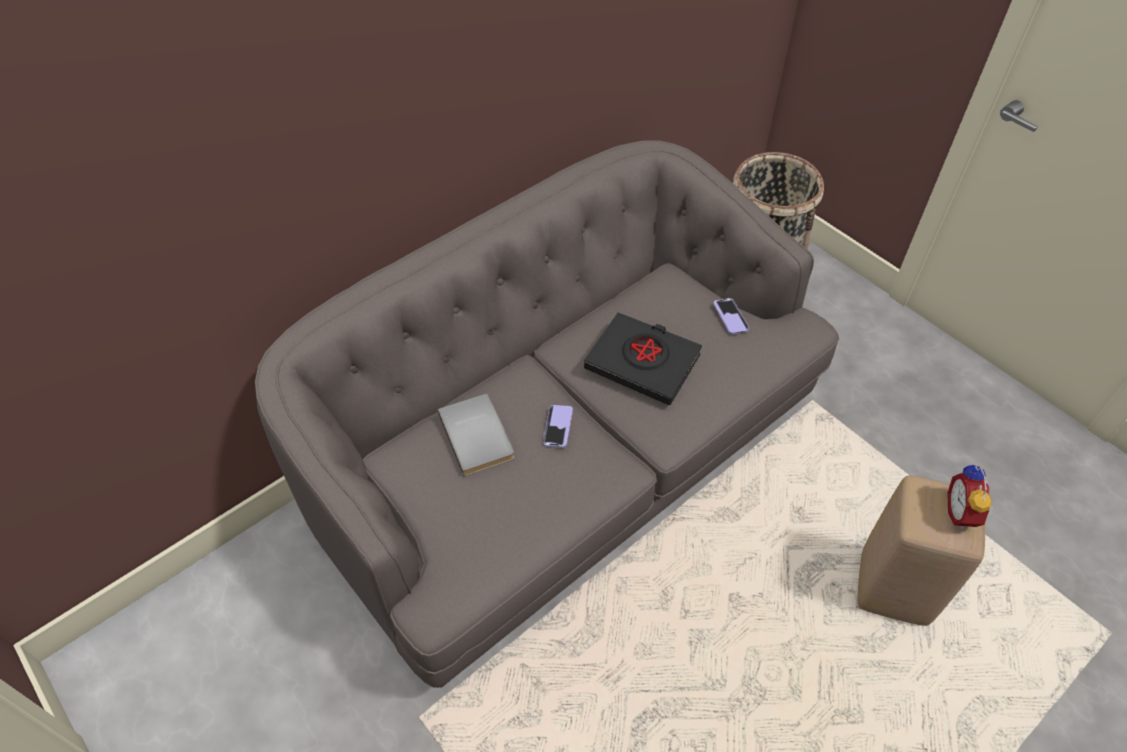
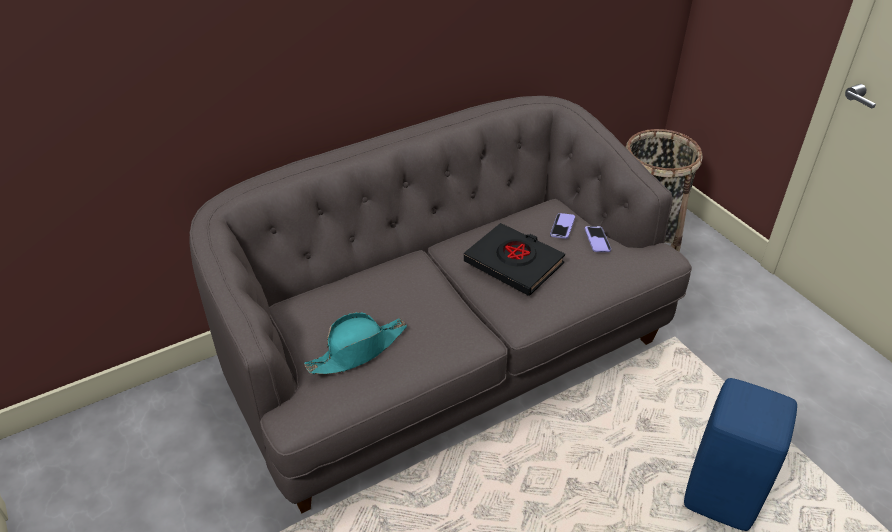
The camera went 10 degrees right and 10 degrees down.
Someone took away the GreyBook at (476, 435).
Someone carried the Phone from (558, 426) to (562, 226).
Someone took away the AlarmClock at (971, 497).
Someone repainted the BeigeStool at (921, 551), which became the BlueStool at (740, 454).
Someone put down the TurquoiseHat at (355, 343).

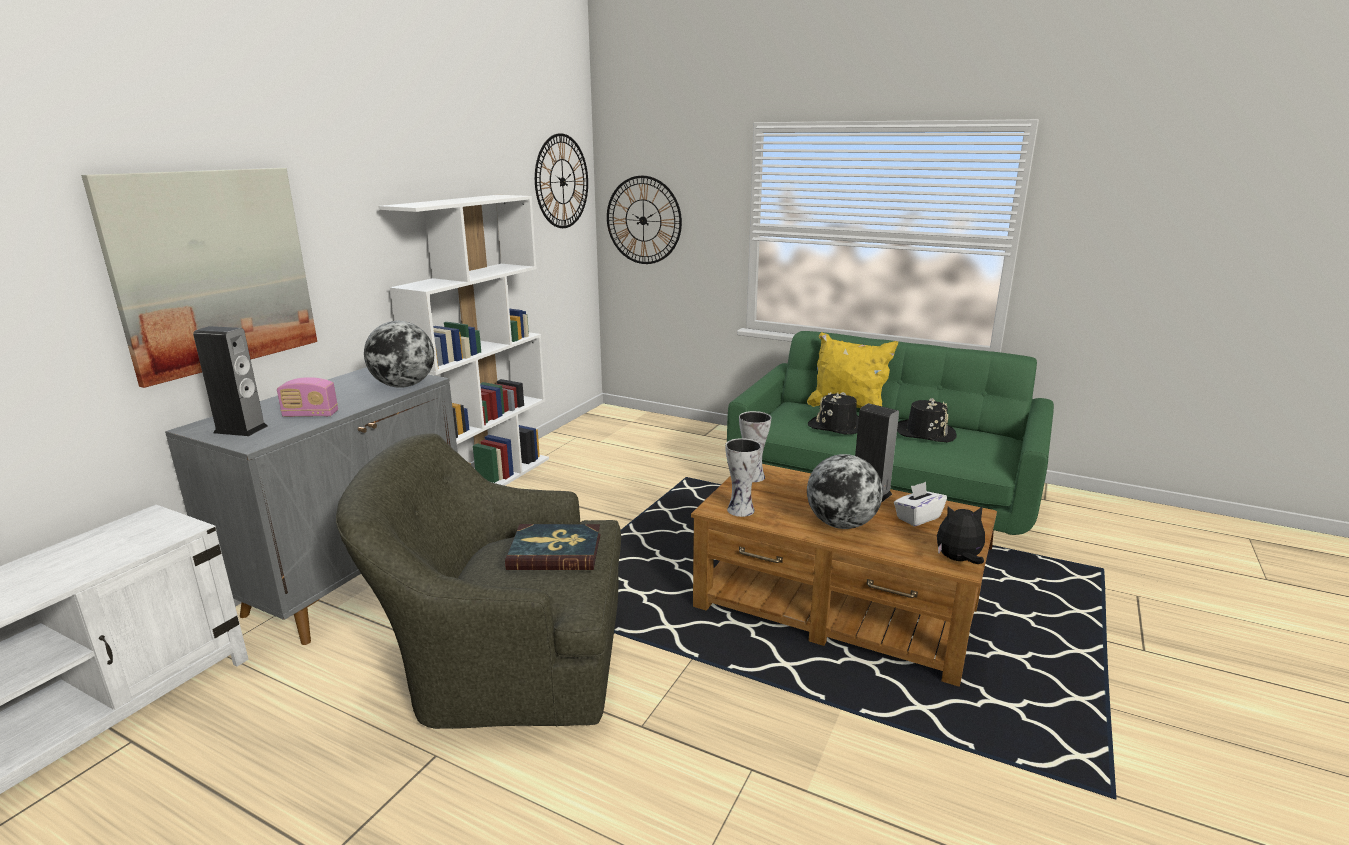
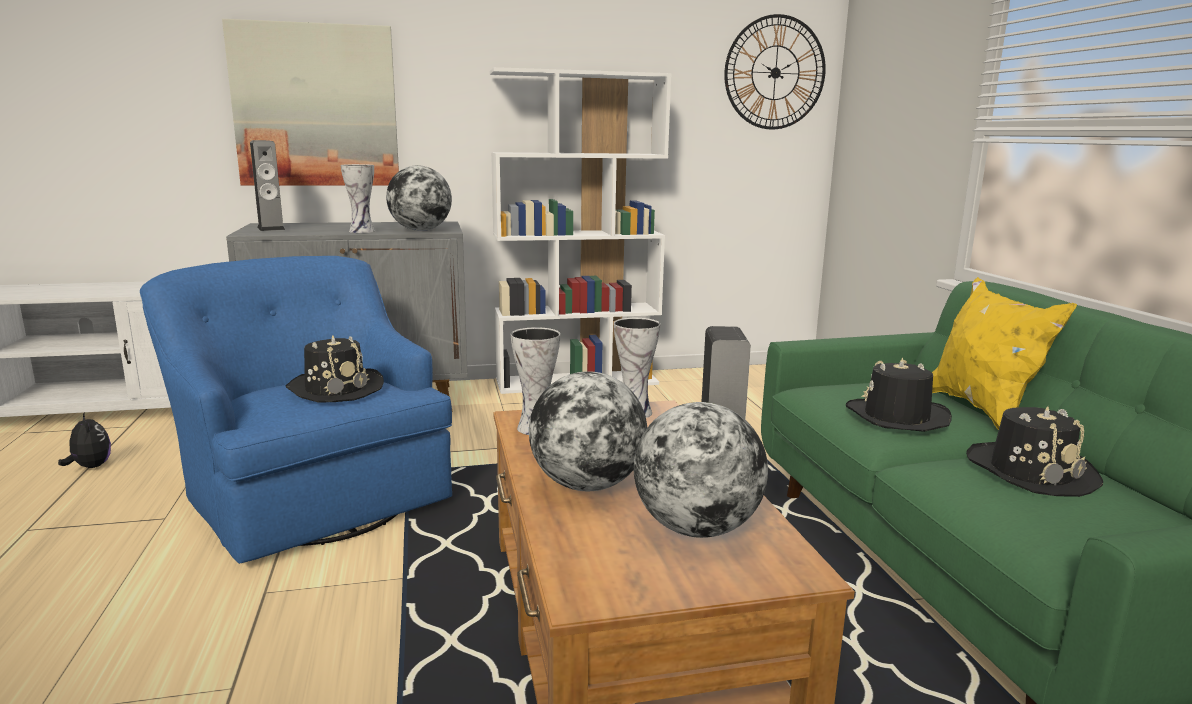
The camera went 50 degrees right and 5 degrees down.
Someone took away the WallClock at (644, 220).
Someone took away the Radio at (307, 397).
Someone repainted the GreenArmchair at (478, 581), which became the BlueArmchair at (296, 410).
Someone swapped the WhiteTissueBox at (920, 504) for the Globe at (701, 470).
Someone carried the PlushToy from (961, 535) to (84, 441).
Someone swapped the Book at (552, 547) for the BlackHat at (335, 368).
Someone put down the Vase at (358, 198).

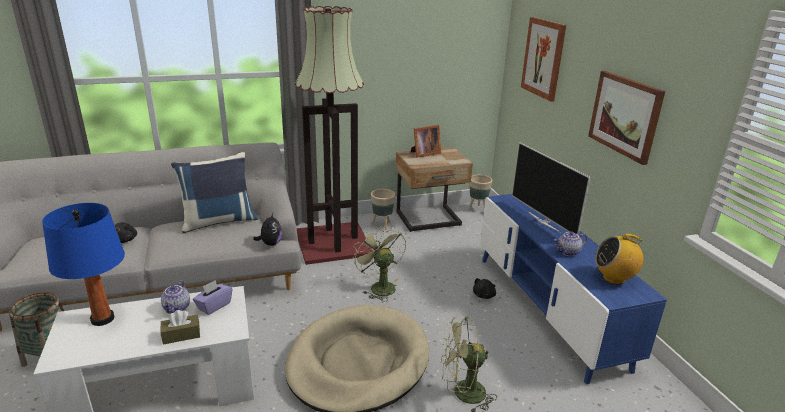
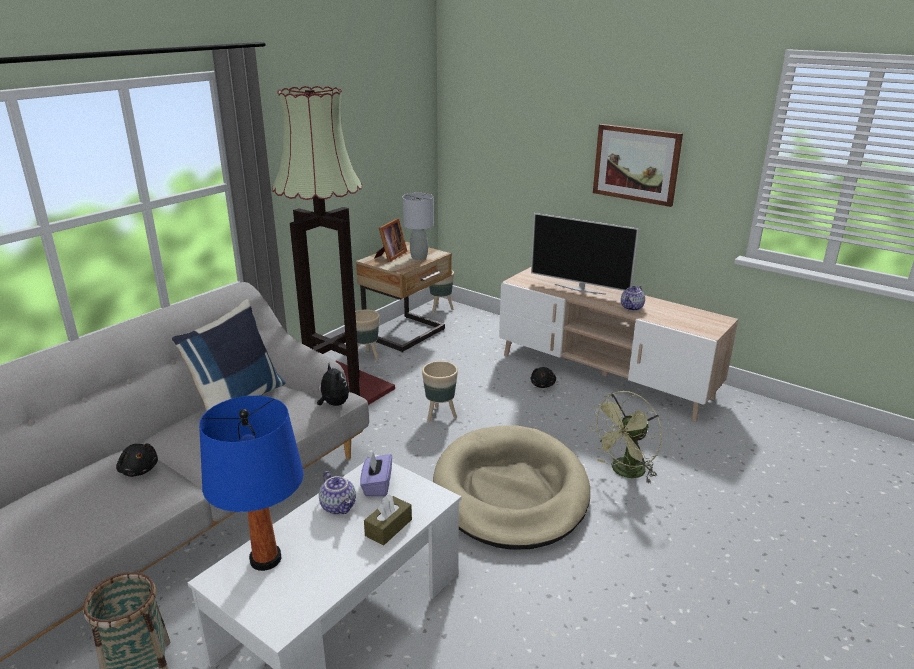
The camera went 35 degrees left and 0 degrees up.
Someone took away the Picture at (543, 59).
Someone repainted the BlueTvStand at (573, 289), which became the BeigeTvStand at (618, 344).
Someone swapped the GreenFan at (379, 263) for the BeigePlanter at (440, 391).
Someone took away the Radio at (619, 259).
Someone put down the GreyTableLamp at (418, 226).

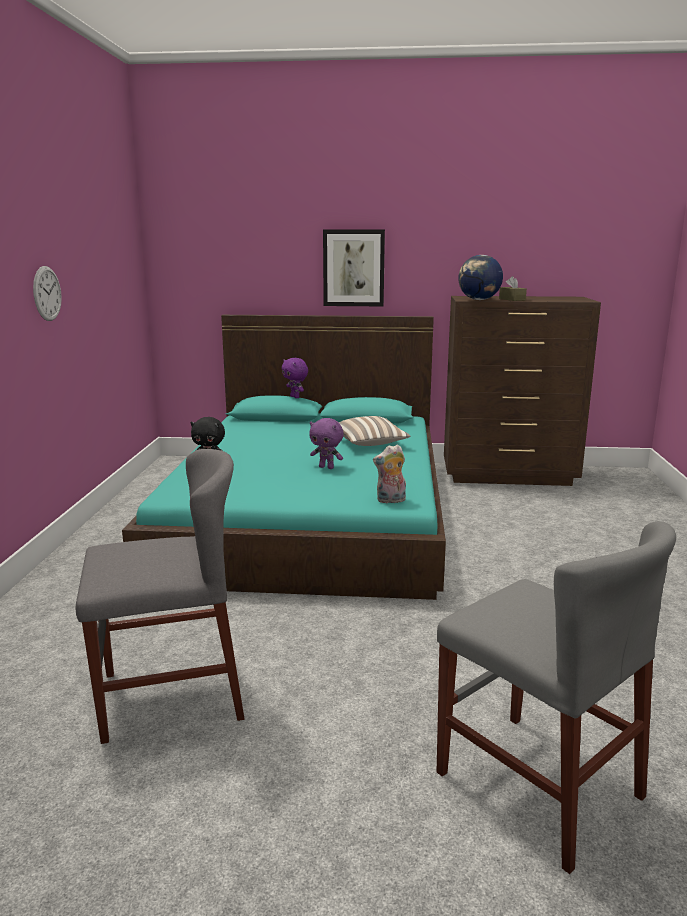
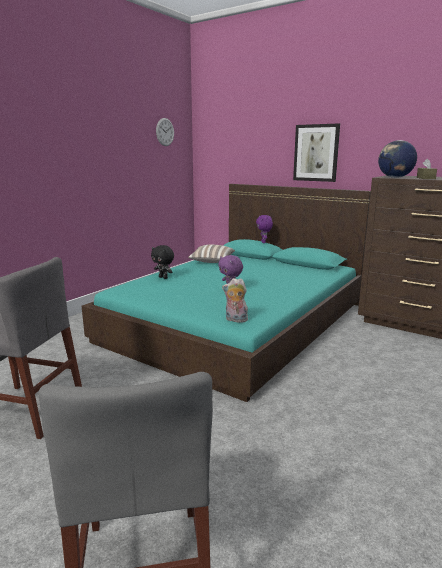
The camera went 30 degrees right and 0 degrees up.
Someone carried the WallClock from (47, 293) to (165, 132).
Someone carried the Pillow from (375, 431) to (211, 254).

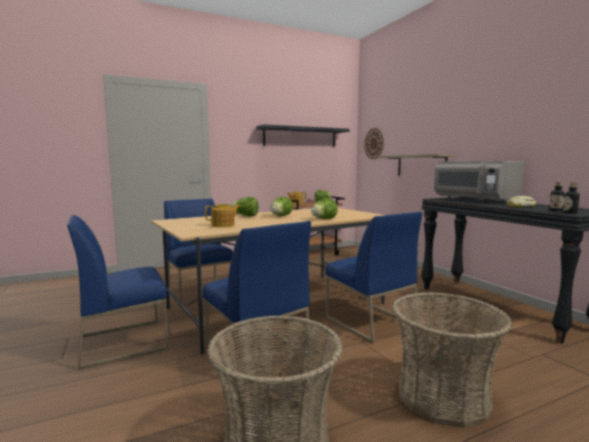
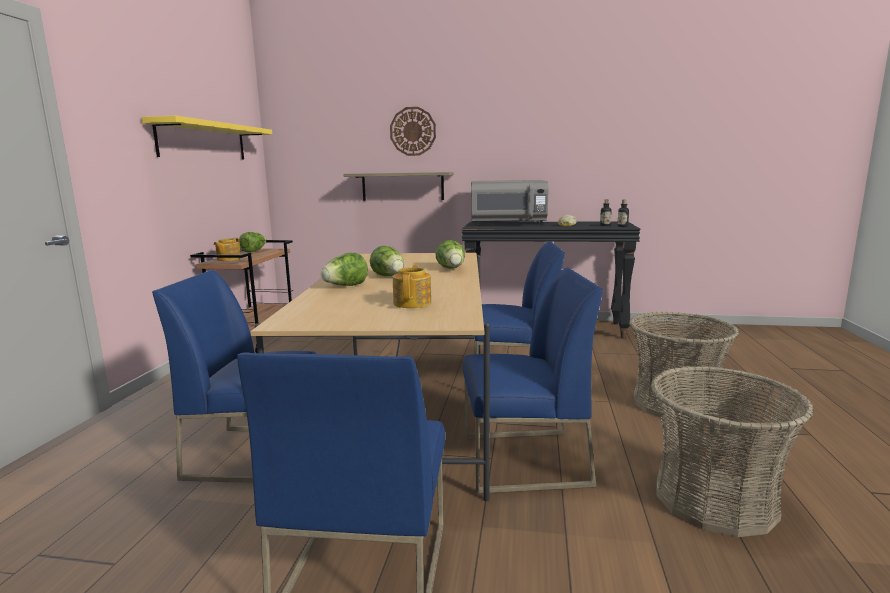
The camera went 55 degrees left and 5 degrees up.
Someone repainted the BlackShelf at (303, 136), which became the YellowShelf at (207, 137).
Someone carried the WallClock from (374, 143) to (413, 131).

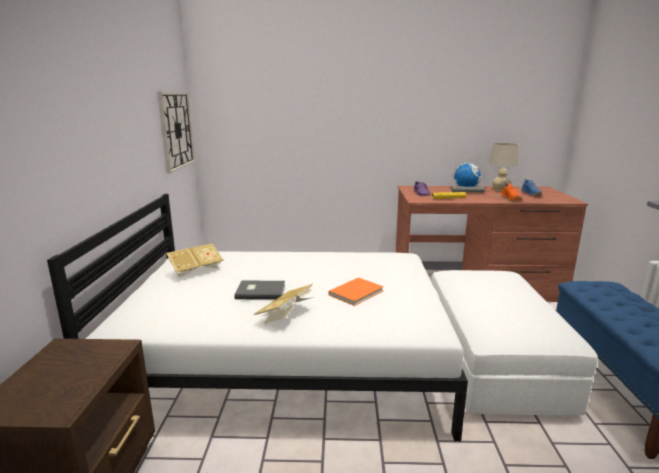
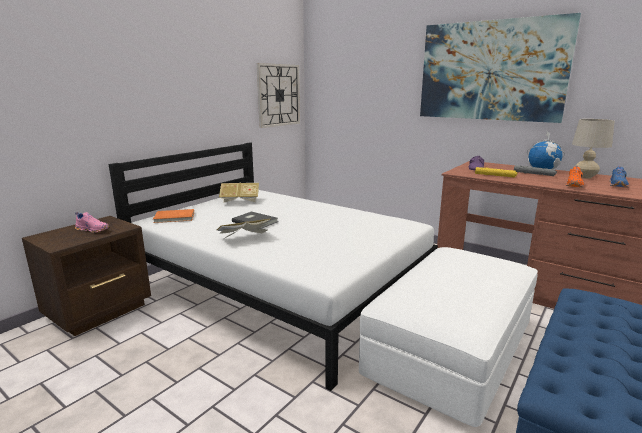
The camera went 35 degrees right and 0 degrees up.
Someone carried the OrangeBook from (356, 291) to (173, 216).
Someone put up the Picture at (500, 68).
Someone put down the PinkShoe at (92, 222).

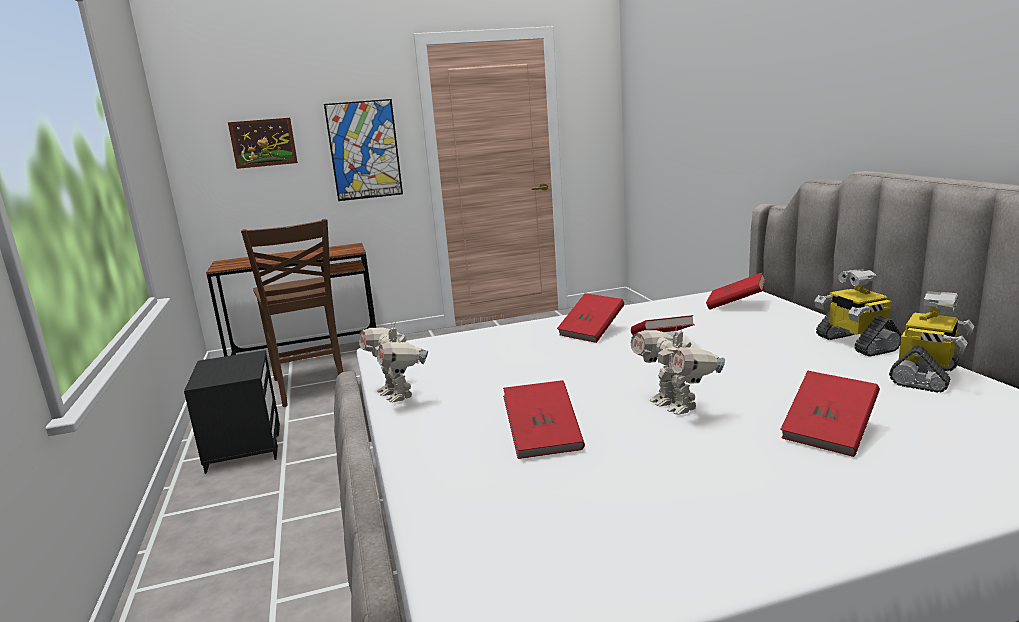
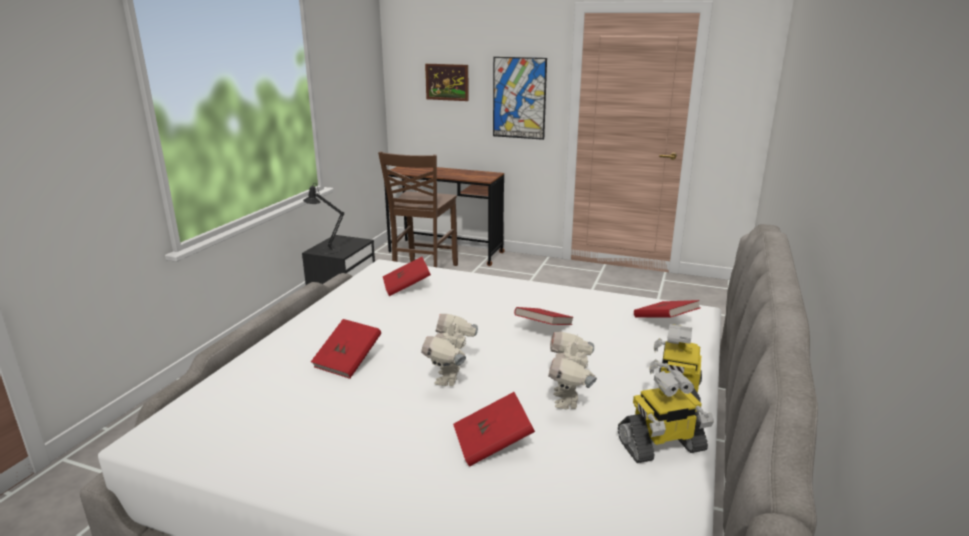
The camera went 35 degrees right and 5 degrees up.
Someone carried the RedBook from (590, 318) to (407, 276).
Someone carried the ToyRobot from (393, 361) to (572, 370).
Someone put down the BlackTableLamp at (323, 219).

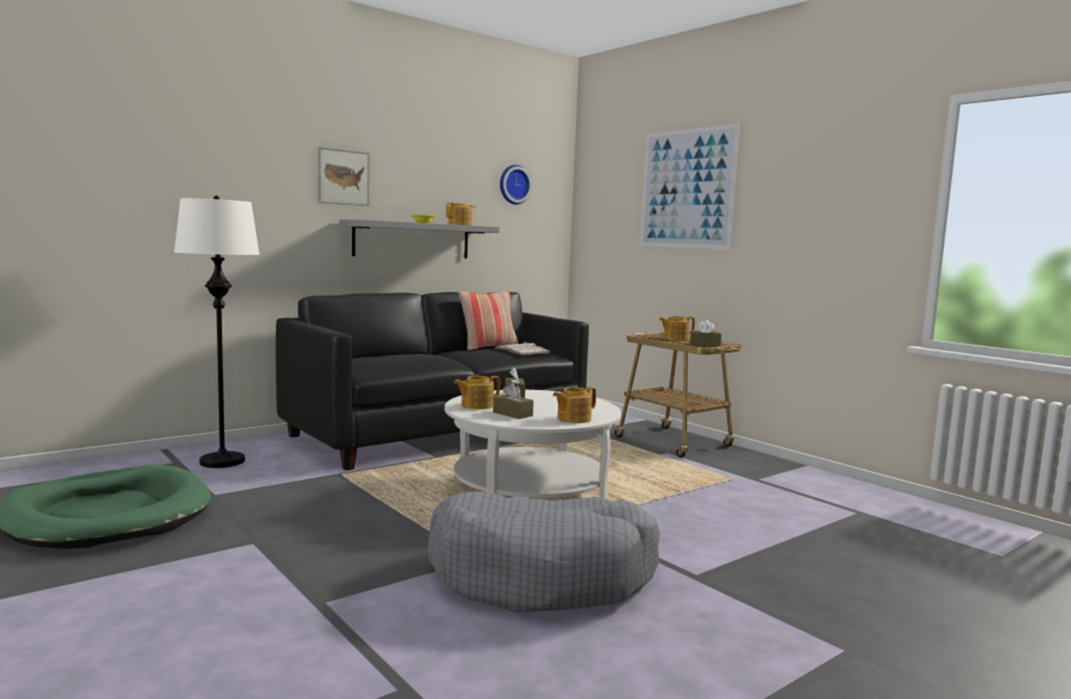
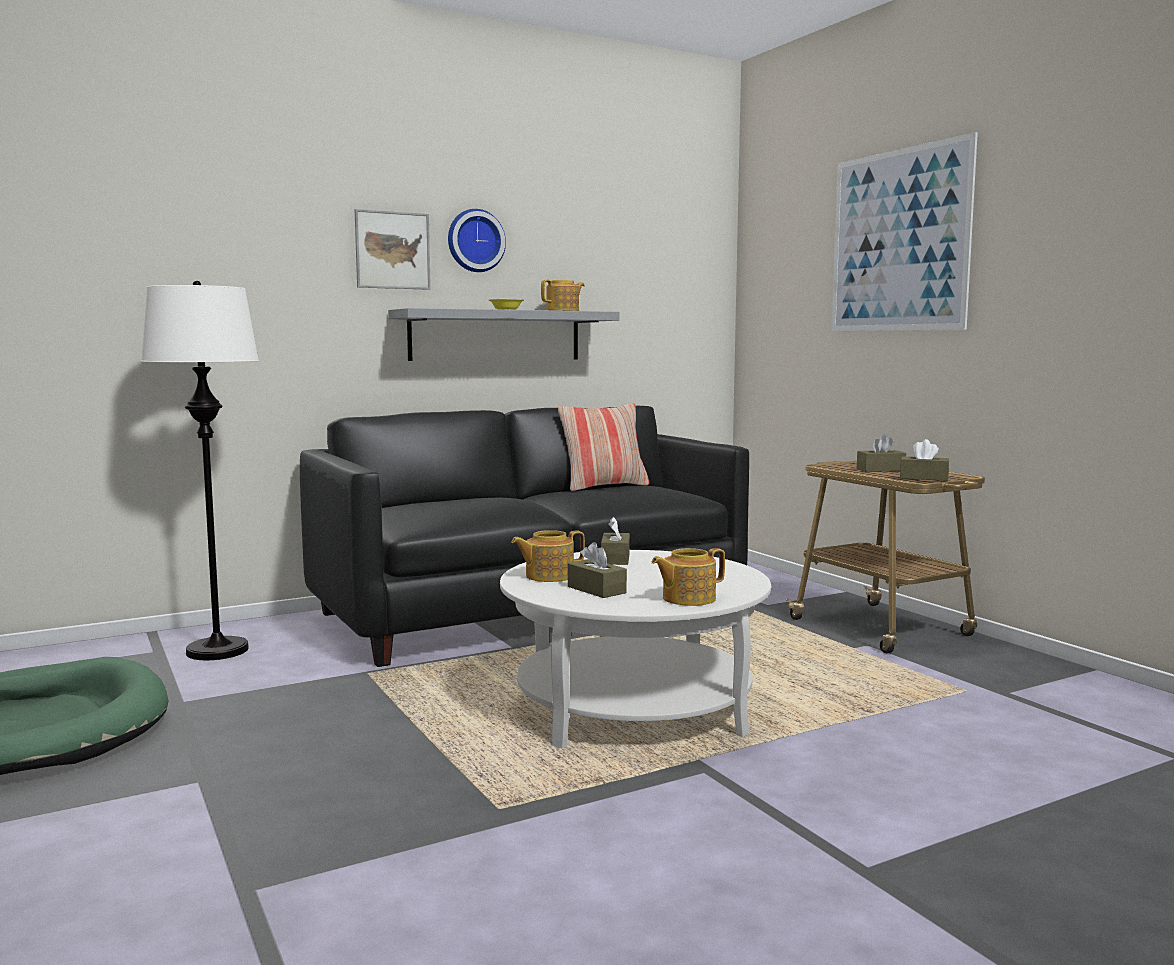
The camera went 10 degrees right and 0 degrees up.
Someone carried the WallClock from (516, 185) to (477, 240).
Someone swapped the Teapot at (677, 328) for the BrownTissueBox at (881, 453).
Someone took away the WhiteBook at (523, 348).
Someone took away the GreyDogBed at (544, 552).

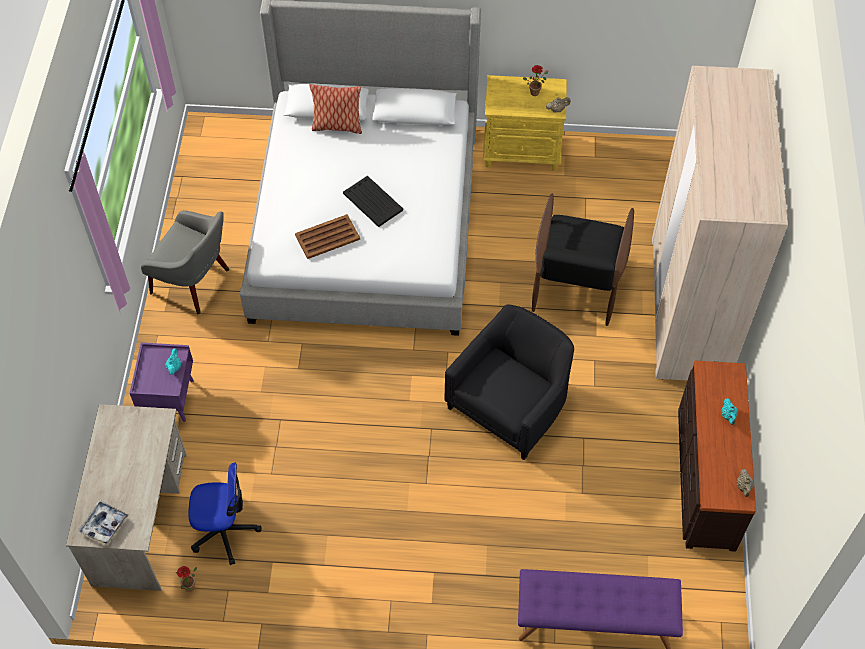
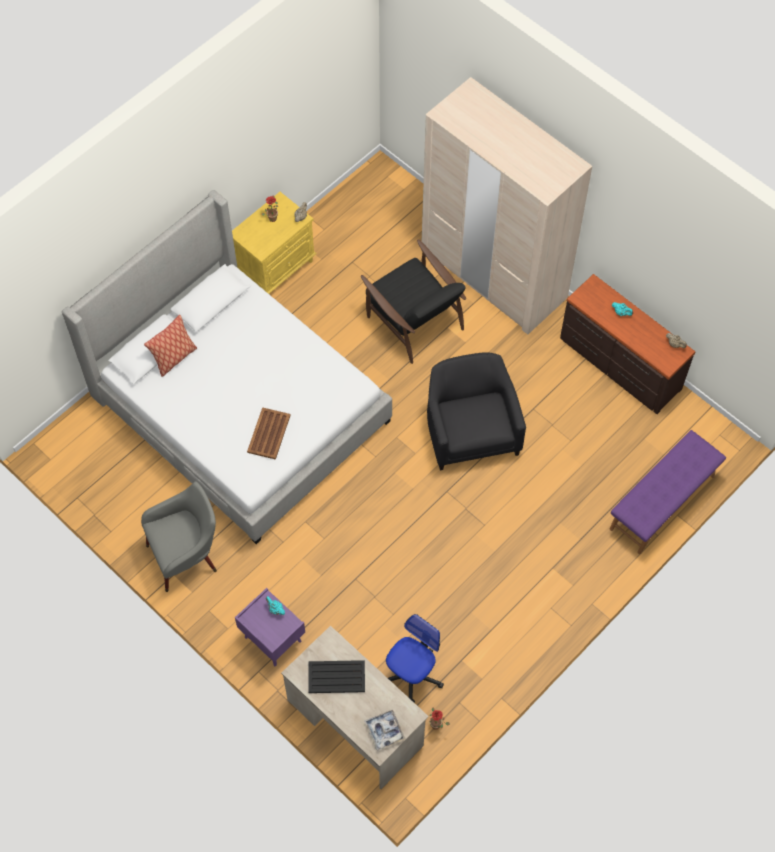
The camera went 50 degrees left and 5 degrees up.
Someone carried the BlackTray from (373, 201) to (336, 676).

